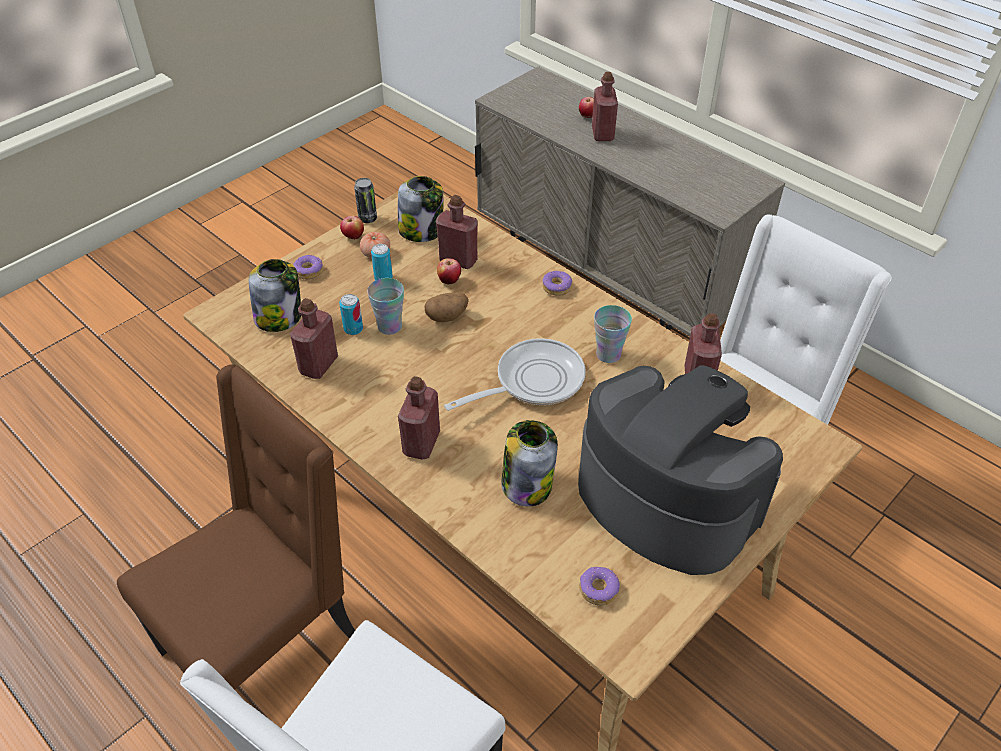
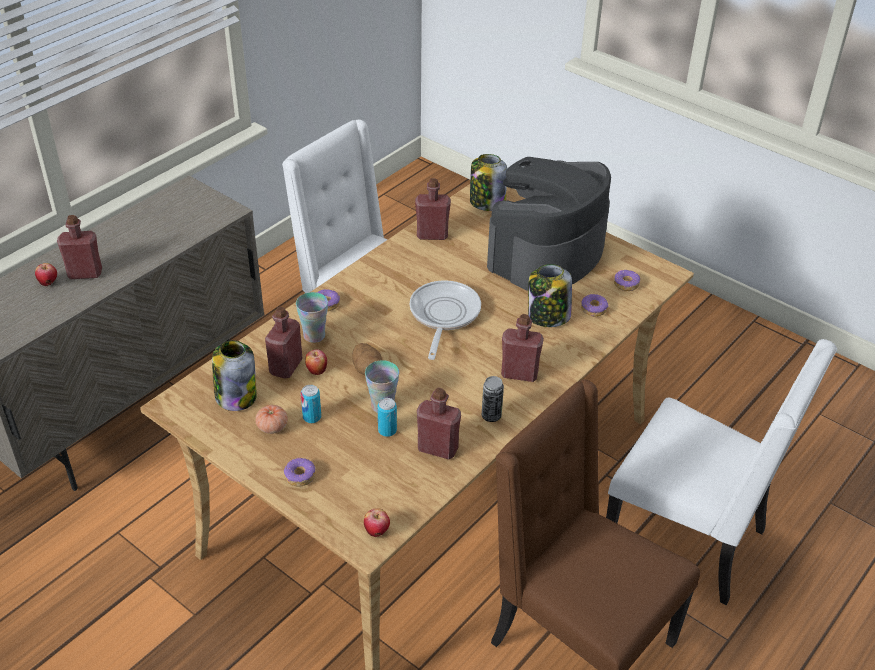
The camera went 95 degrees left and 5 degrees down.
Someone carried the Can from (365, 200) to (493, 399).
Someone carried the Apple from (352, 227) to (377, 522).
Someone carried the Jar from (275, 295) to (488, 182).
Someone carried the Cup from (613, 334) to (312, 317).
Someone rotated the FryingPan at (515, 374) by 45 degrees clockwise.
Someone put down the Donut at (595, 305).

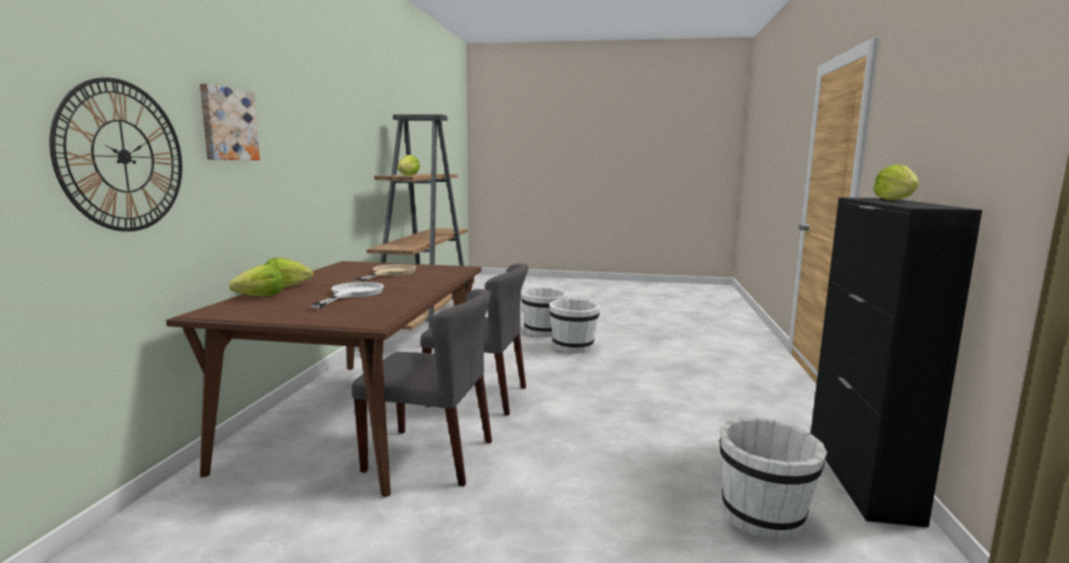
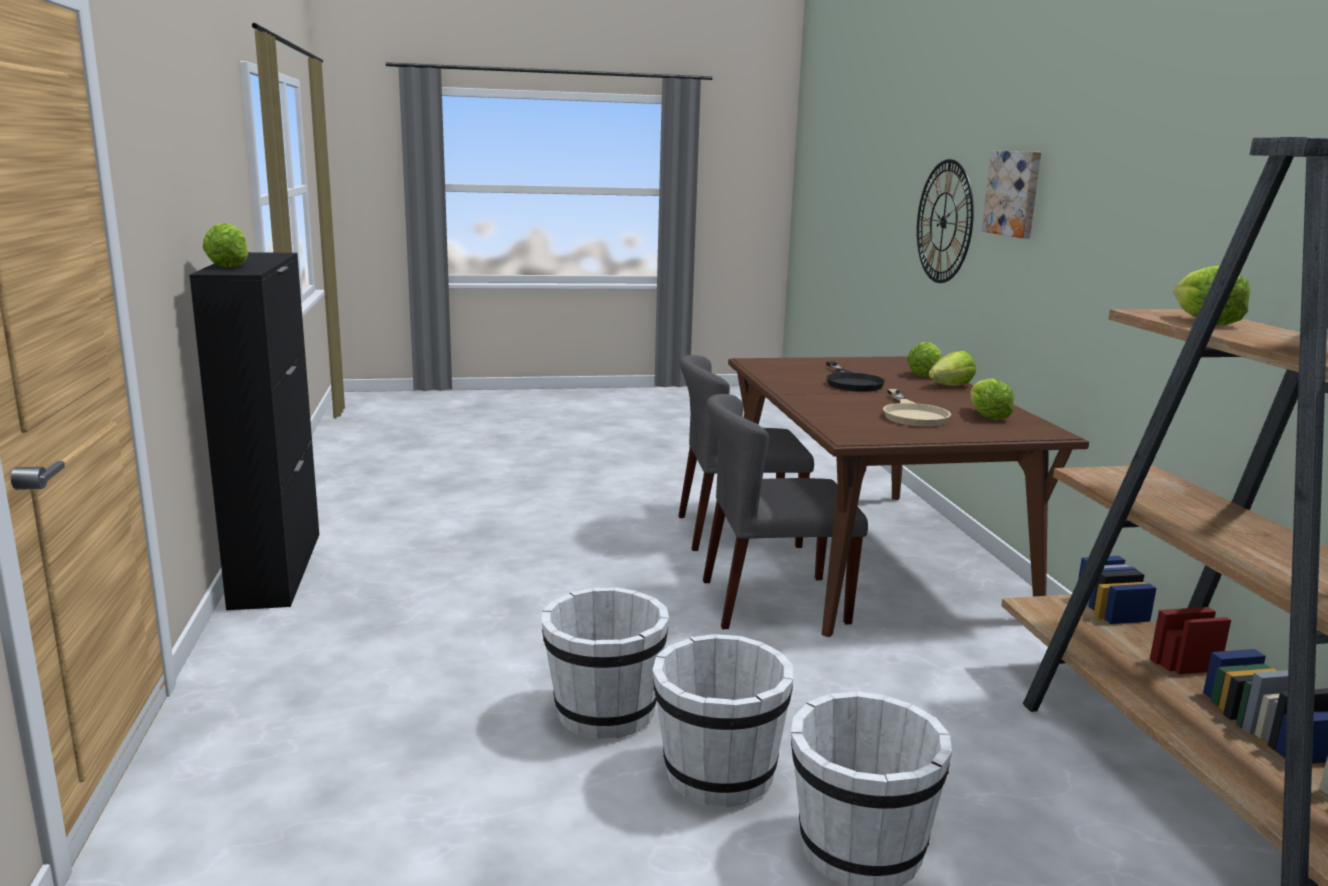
The camera went 160 degrees right and 5 degrees up.
Someone repainted the WhiteFryingPan at (347, 295), which became the BlackFryingPan at (855, 376).
Someone carried the WhiteBucket from (773, 479) to (605, 663).
Someone put down the Lettuce at (992, 399).

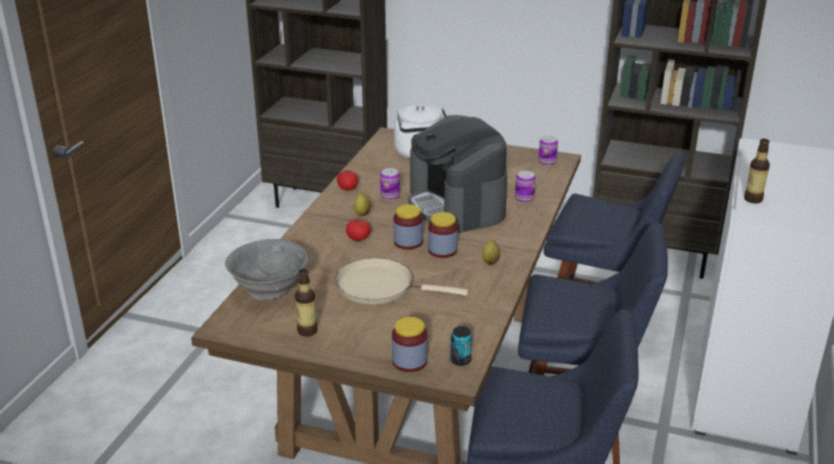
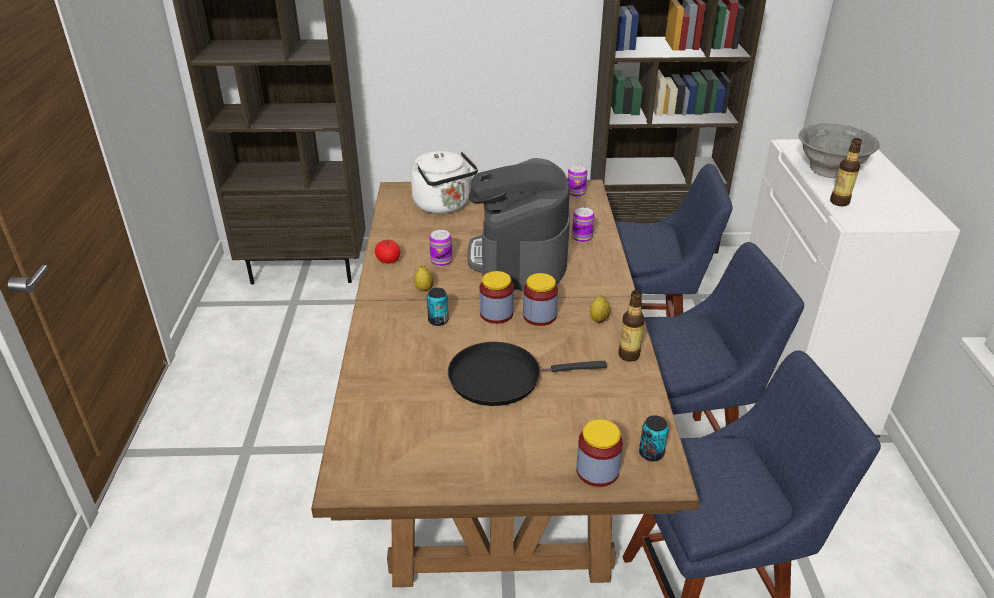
The camera went 20 degrees left and 5 degrees up.
Someone rotated the CoffeeMachine at (457, 174) by 45 degrees clockwise.
Someone swapped the Tomato at (358, 230) for the Can at (438, 307).
Someone carried the GreyBowl from (266, 270) to (839, 150).
Someone repainted the BeigeFryingPan at (401, 281), which became the BlackFryingPan at (527, 374).
Someone carried the Bottle from (306, 303) to (632, 326).

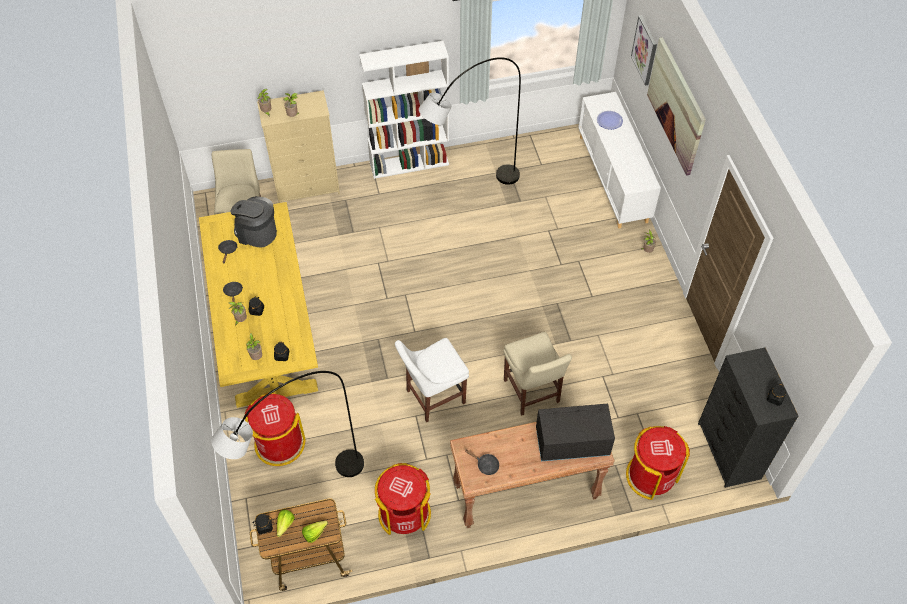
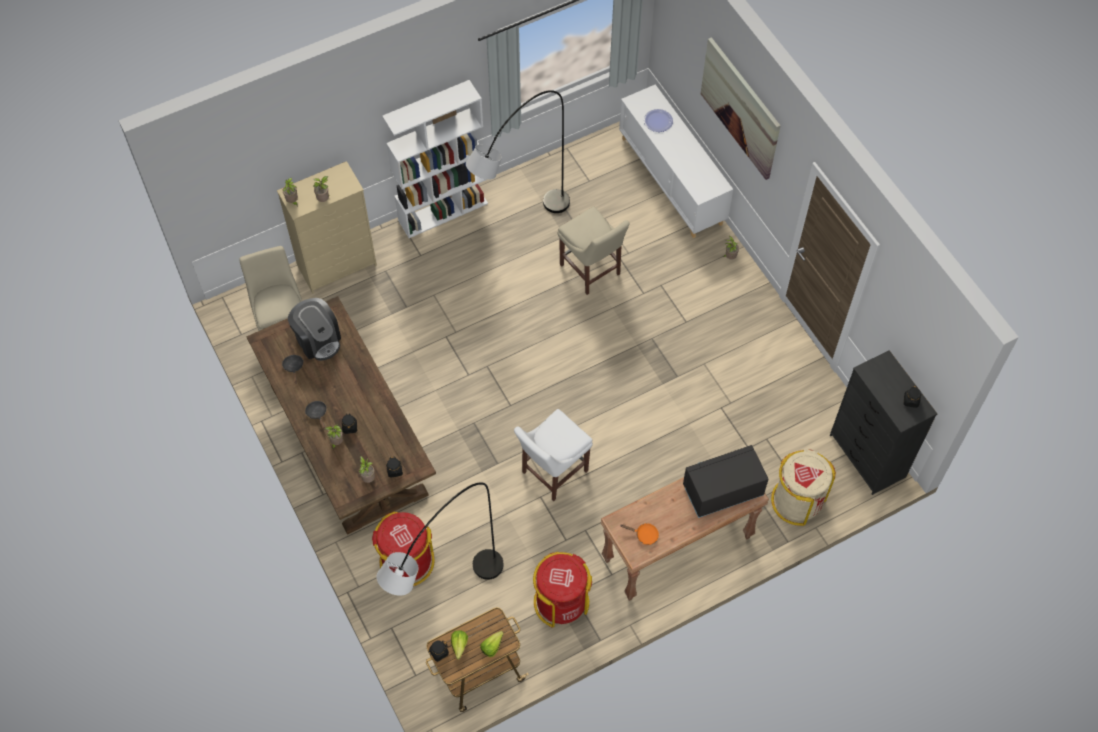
The camera went 15 degrees left and 5 degrees up.
Someone took away the Picture at (644, 50).
Someone rotated the CoffeeMachine at (253, 222) by 135 degrees counterclockwise.
Someone repainted the YellowDiningTable at (258, 305), which became the BrownDiningTable at (341, 415).
Someone carried the BeigeChair from (537, 374) to (593, 251).
Someone repainted the RedTrashCan at (658, 463), which became the BeigeTrashCan at (803, 487).
Someone repainted the BlackFryingPan at (482, 462), which became the OrangeFryingPan at (640, 534).

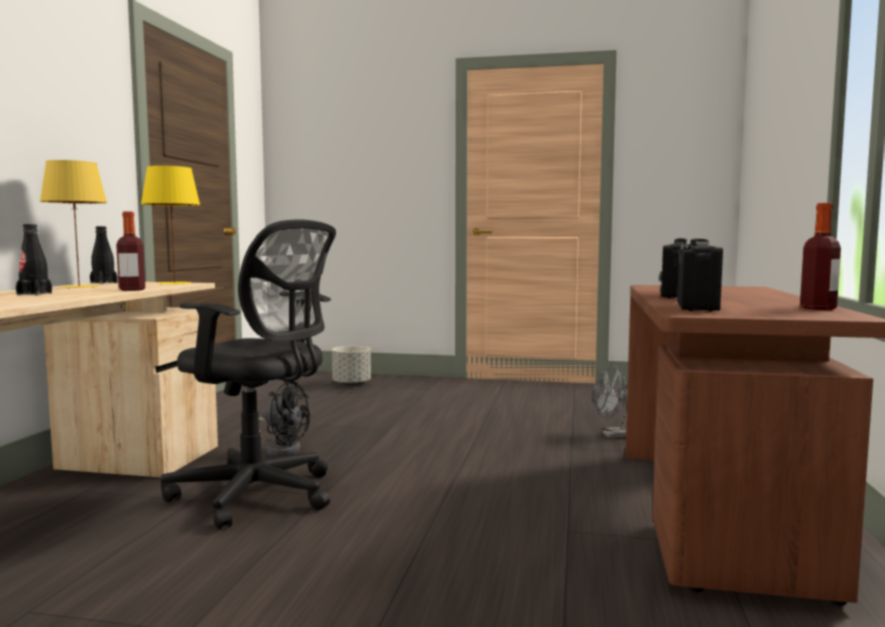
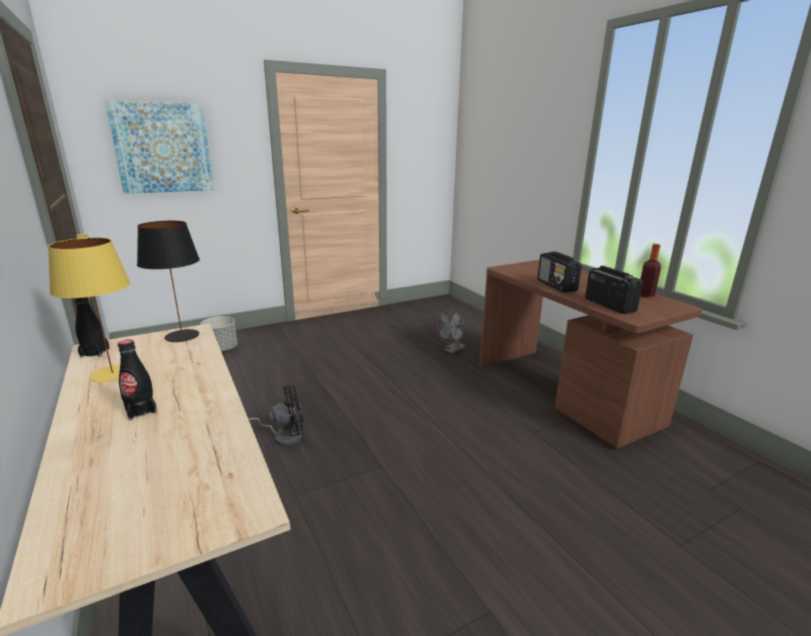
The camera went 40 degrees left and 15 degrees up.
Someone repainted the YellowTableLamp at (170, 225), which became the BlackTableLamp at (168, 281).
Someone took away the Bottle at (130, 251).
Someone took away the BlackOfficeChair at (248, 375).
Someone put up the Picture at (159, 147).

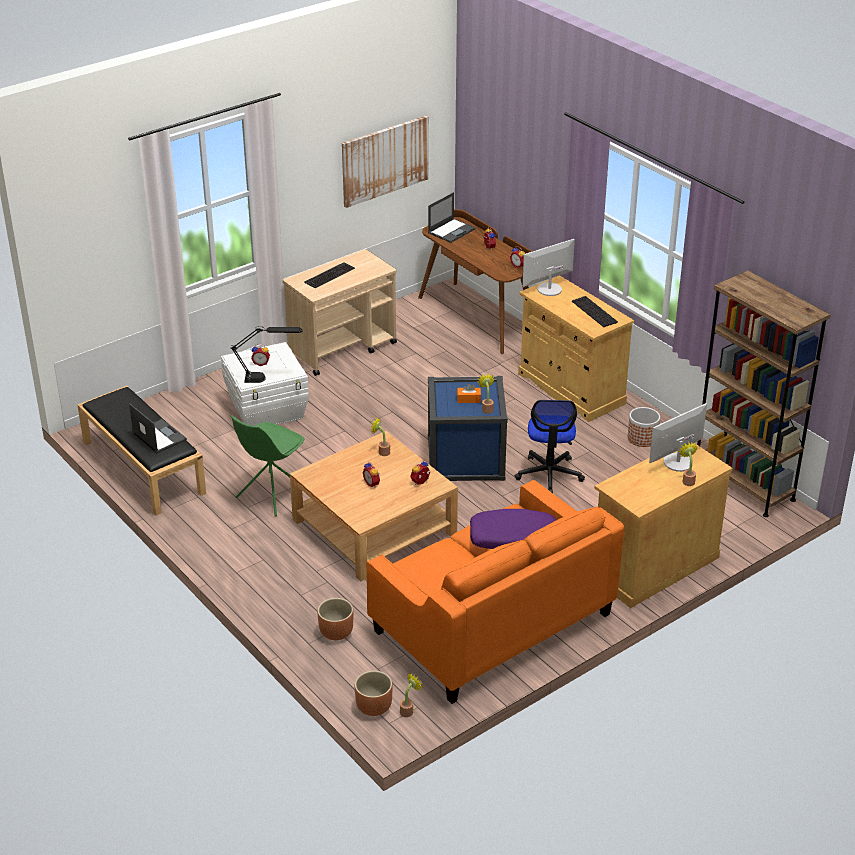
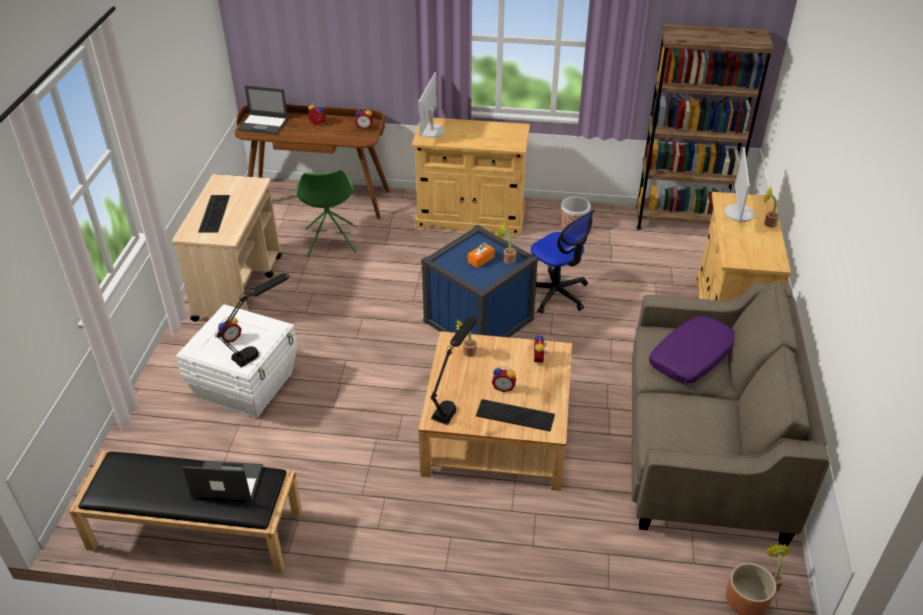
The camera went 45 degrees left and 5 degrees up.
Someone took away the Picture at (385, 161).
Someone rotated the Laptop at (452, 217) by 105 degrees clockwise.
Someone carried the Keyboard from (595, 311) to (515, 415).
Someone carried the GreenChair from (267, 465) to (326, 213).
Someone repainted the OrangeSofa at (495, 592), which became the BeigeSofa at (731, 413).
Someone took away the BrownPlanter at (335, 619).
Someone put down the BlackTableLamp at (454, 370).

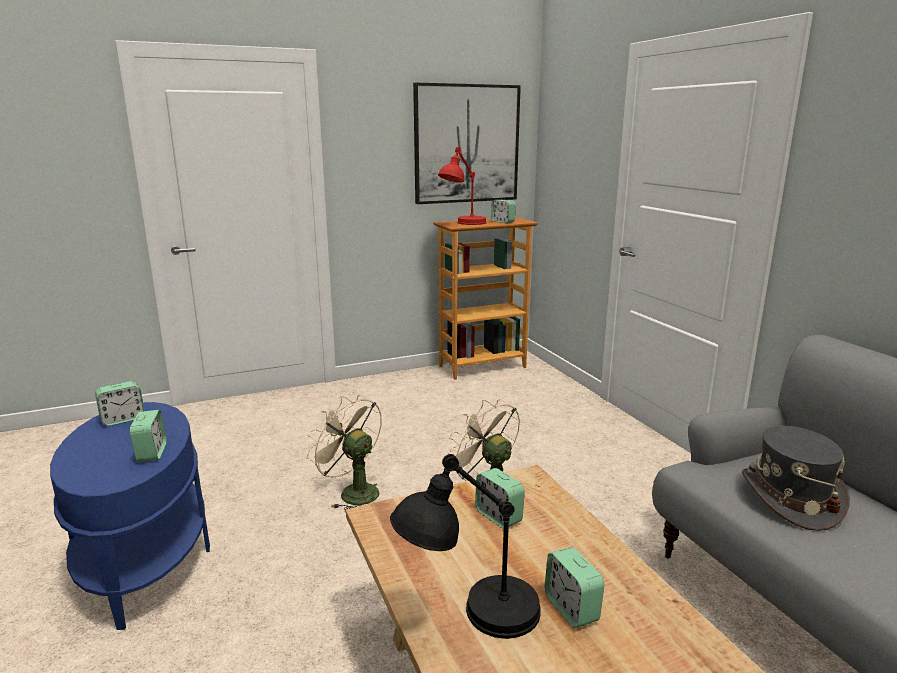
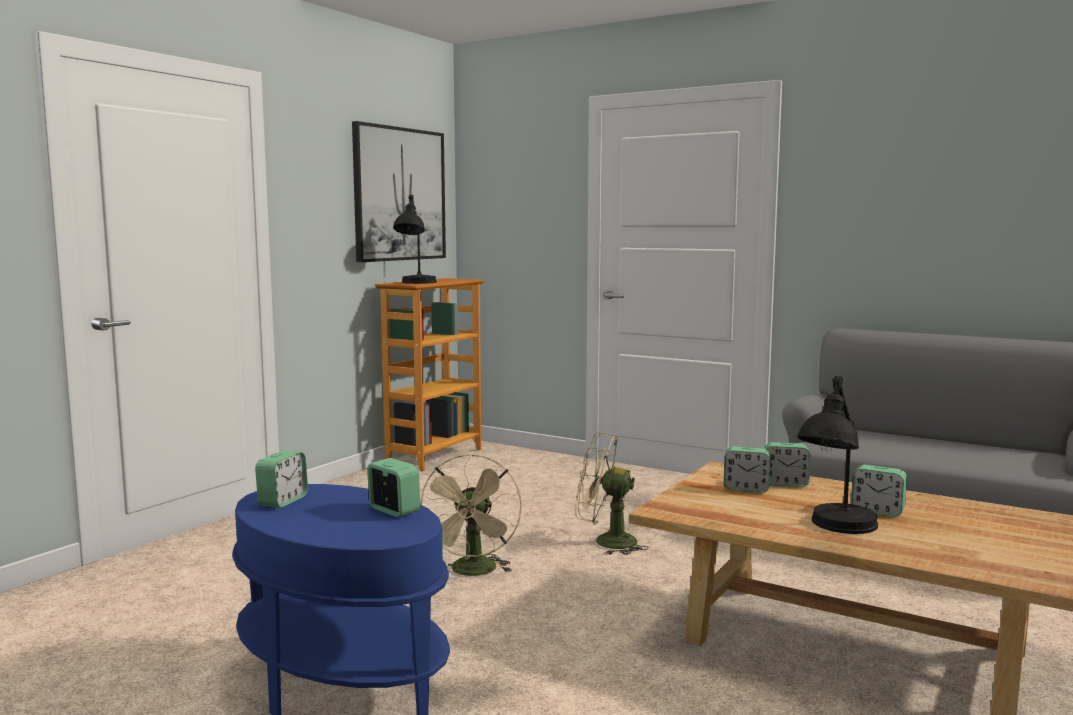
The camera went 35 degrees left and 10 degrees down.
Someone repainted the RedTableLamp at (462, 186), which became the BlackTableLamp at (415, 239).
Someone carried the AlarmClock from (503, 211) to (788, 464).
Someone rotated the BeigeFan at (344, 453) by 90 degrees counterclockwise.
Someone took away the GreyHat at (796, 478).

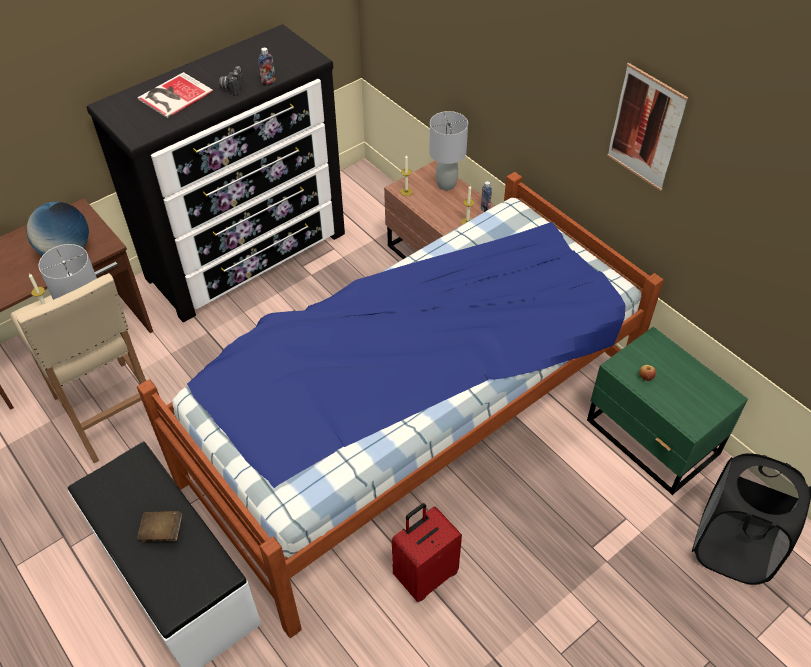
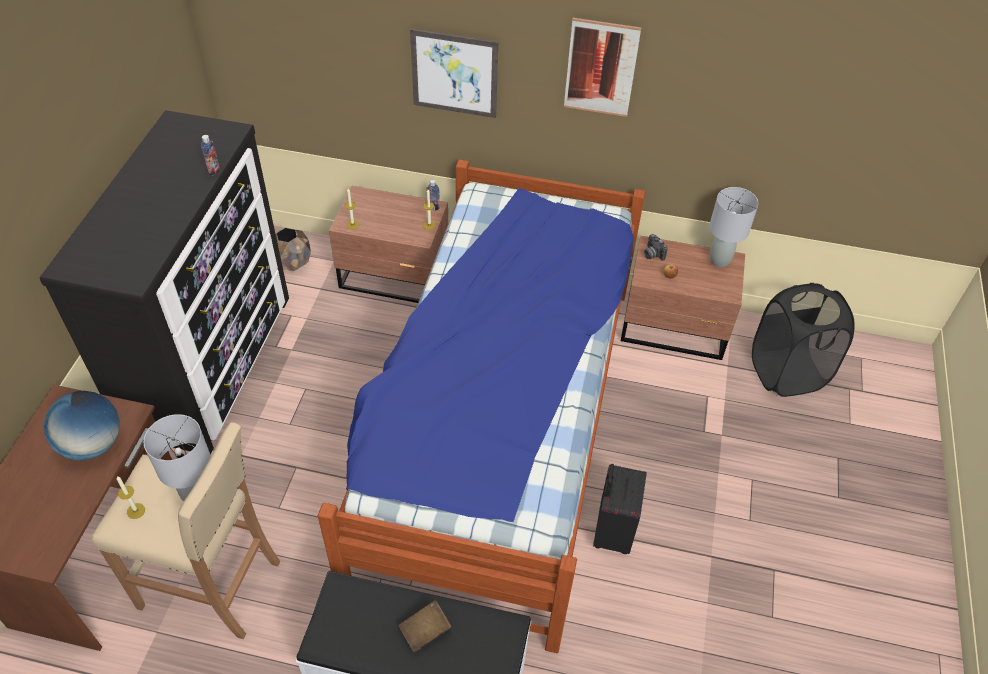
The camera went 40 degrees left and 0 degrees up.
Someone carried the PhotoCamera from (231, 81) to (656, 247).
Someone took away the Book at (176, 95).
Someone carried the GreyTableLamp from (448, 150) to (733, 227).
Someone repainted the GreenNightstand at (667, 411), which became the BrownNightstand at (683, 298).
Someone repainted the RedSuitcase at (427, 552), which became the BlackSuitcase at (620, 509).
Someone put up the Picture at (454, 73).
Someone put down the BrownPlanter at (293, 249).

